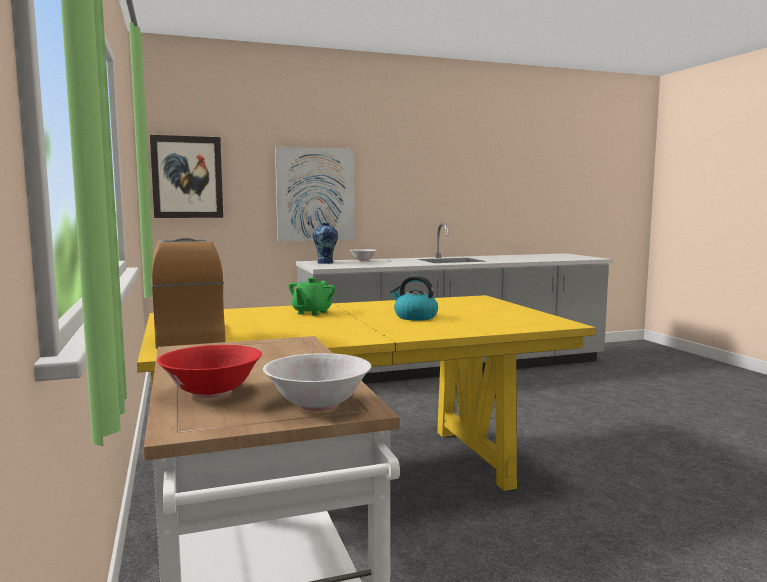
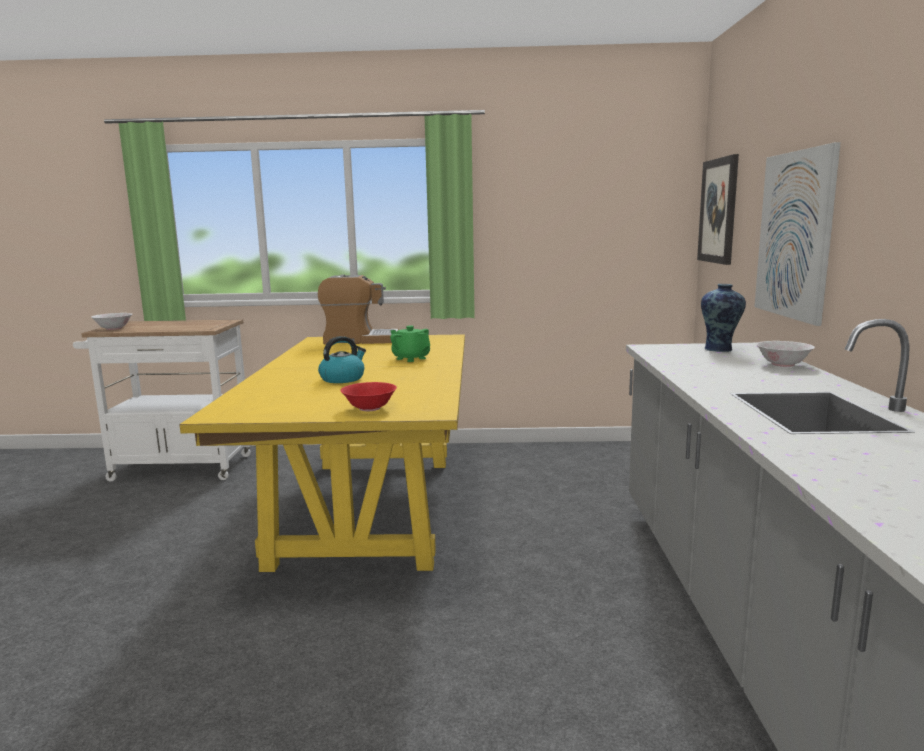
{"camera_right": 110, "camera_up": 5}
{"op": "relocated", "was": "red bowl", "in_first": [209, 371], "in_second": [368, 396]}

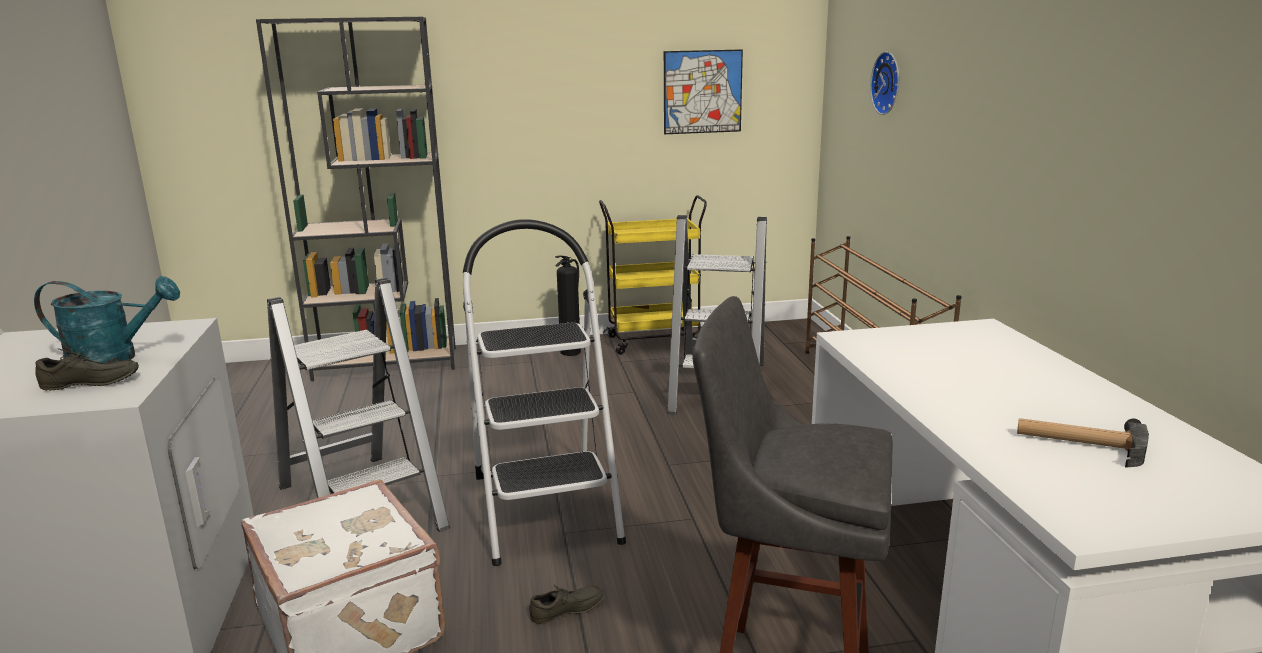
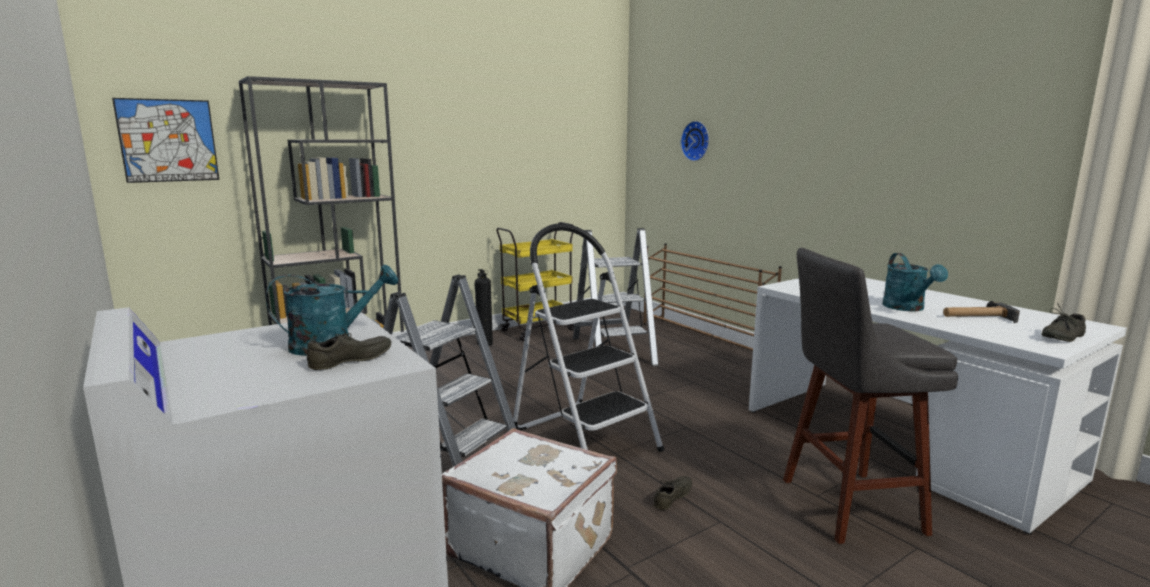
{"camera_right": -25, "camera_up": -5}
{"op": "appeared", "now": "turquoise watering can", "in_second": [915, 282]}
{"op": "appeared", "now": "grey shoe", "in_second": [1064, 322]}
{"op": "relocated", "was": "picture", "in_first": [703, 91], "in_second": [165, 140]}

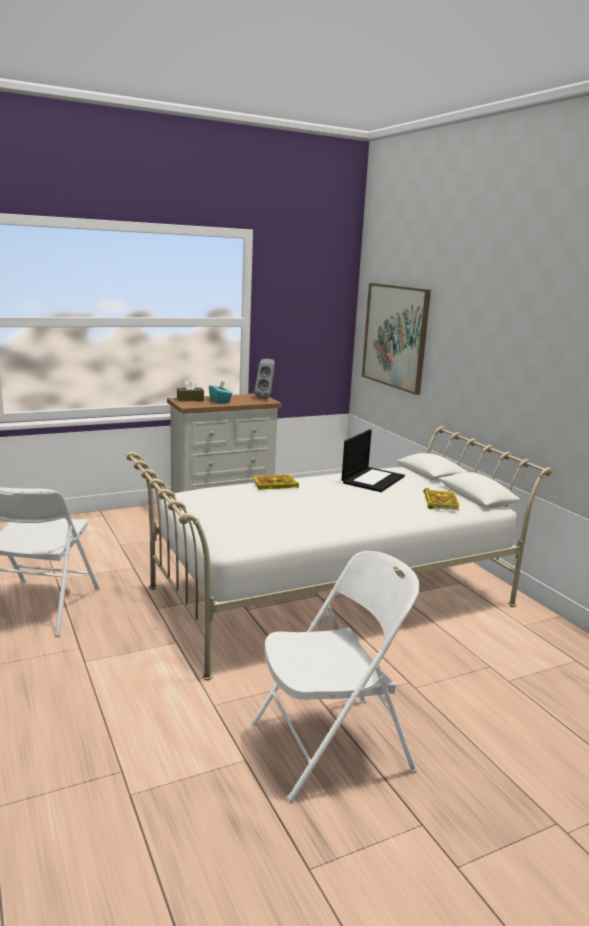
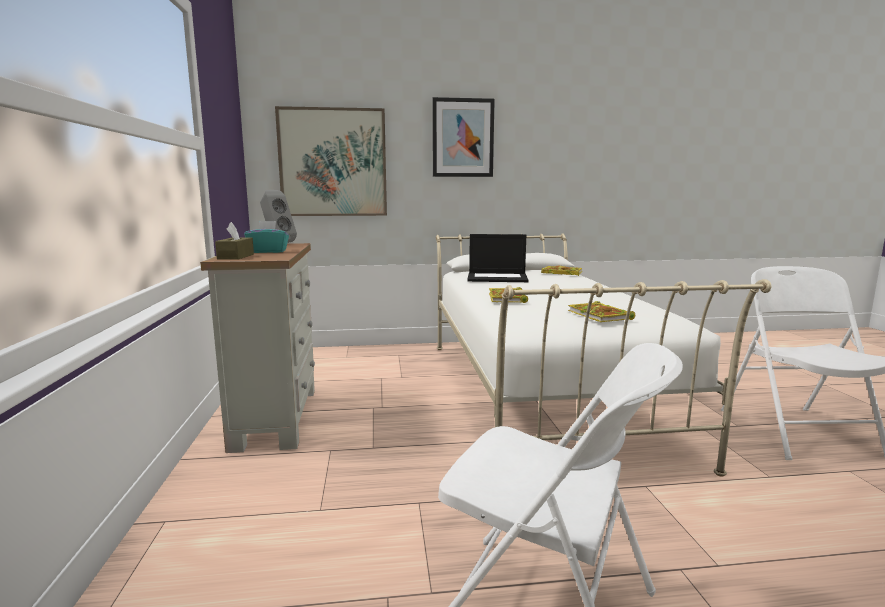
{"camera_right": -70, "camera_up": -5}
{"op": "appeared", "now": "picture", "in_second": [463, 137]}
{"op": "appeared", "now": "book", "in_second": [601, 311]}
{"op": "spun", "was": "laptop", "in_first": [373, 460], "in_second": [498, 258], "clockwise": 135}

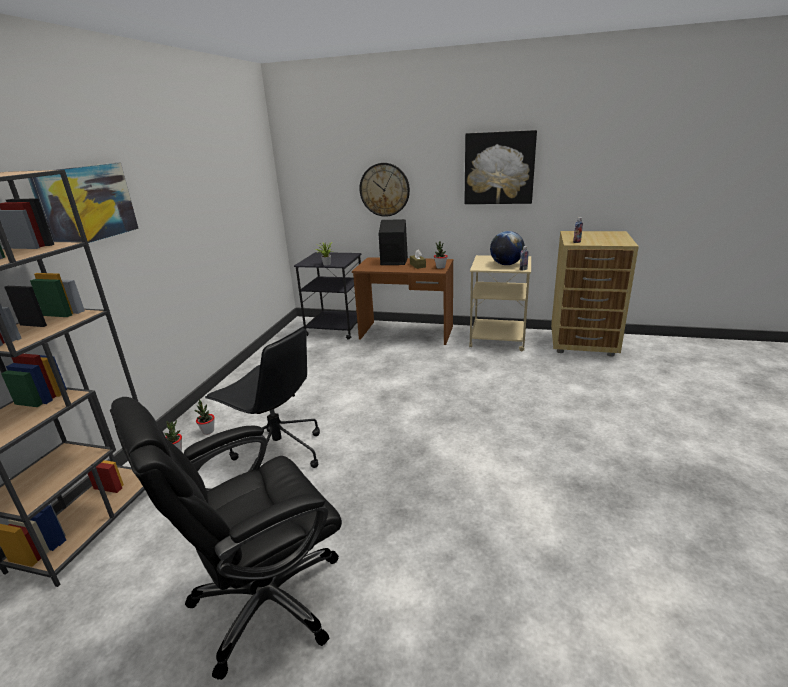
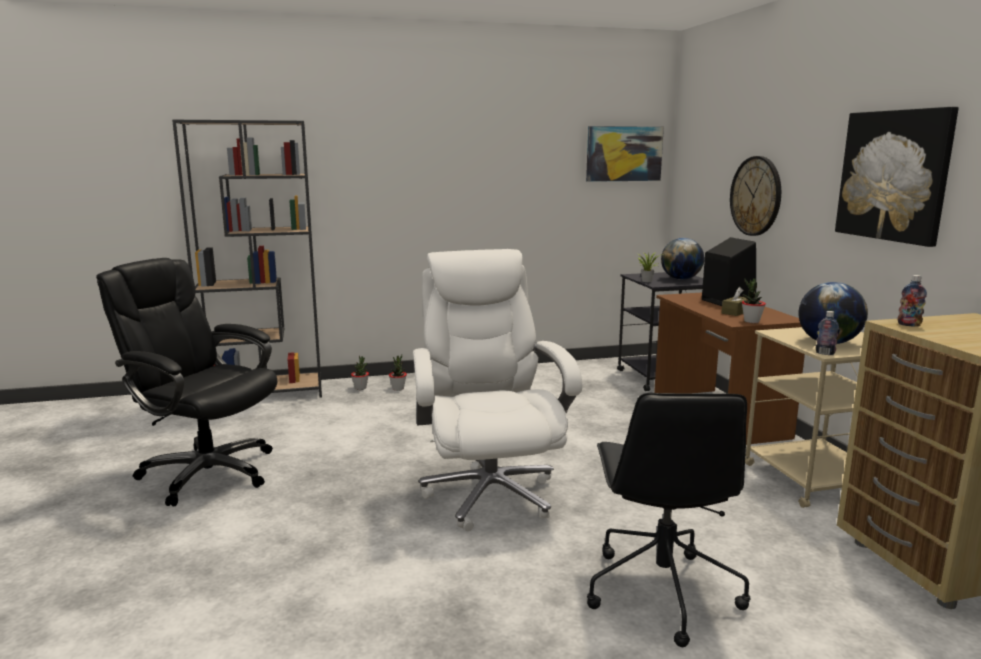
{"camera_right": 60, "camera_up": -10}
{"op": "appeared", "now": "white office chair", "in_second": [497, 390]}
{"op": "appeared", "now": "globe", "in_second": [682, 259]}
{"op": "relocated", "was": "picture", "in_first": [83, 203], "in_second": [625, 154]}
{"op": "relocated", "was": "black office chair", "in_first": [262, 397], "in_second": [669, 520]}

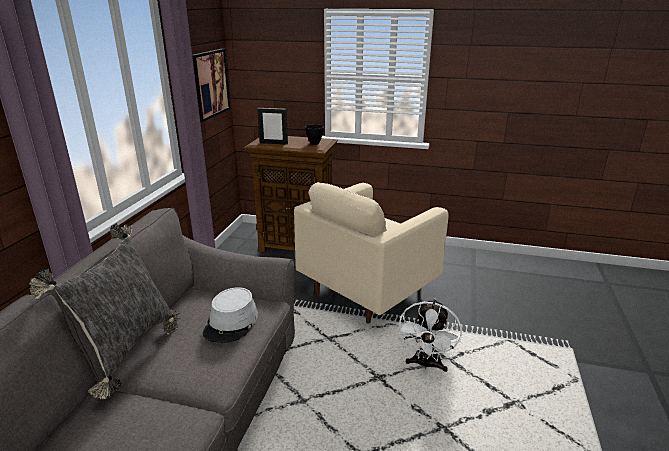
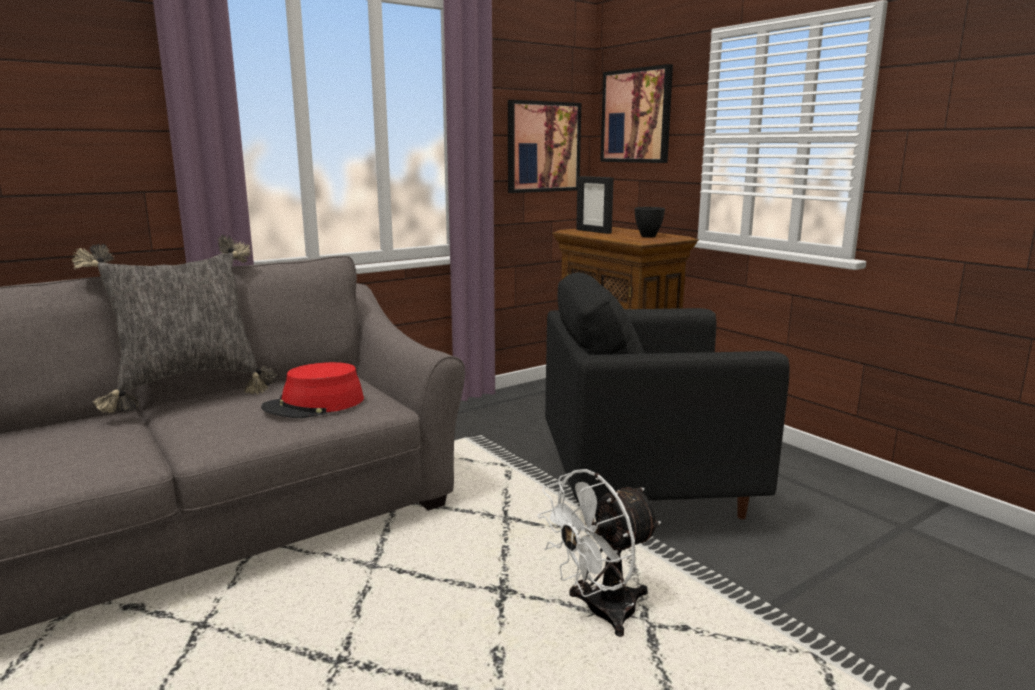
{"camera_right": 40, "camera_up": -10}
{"op": "appeared", "now": "picture", "in_second": [636, 113]}
{"op": "colour", "was": "grey hat", "now": "red hat", "in_first": [230, 315], "in_second": [312, 390]}
{"op": "colour", "was": "beige armchair", "now": "black armchair", "in_first": [371, 252], "in_second": [667, 398]}

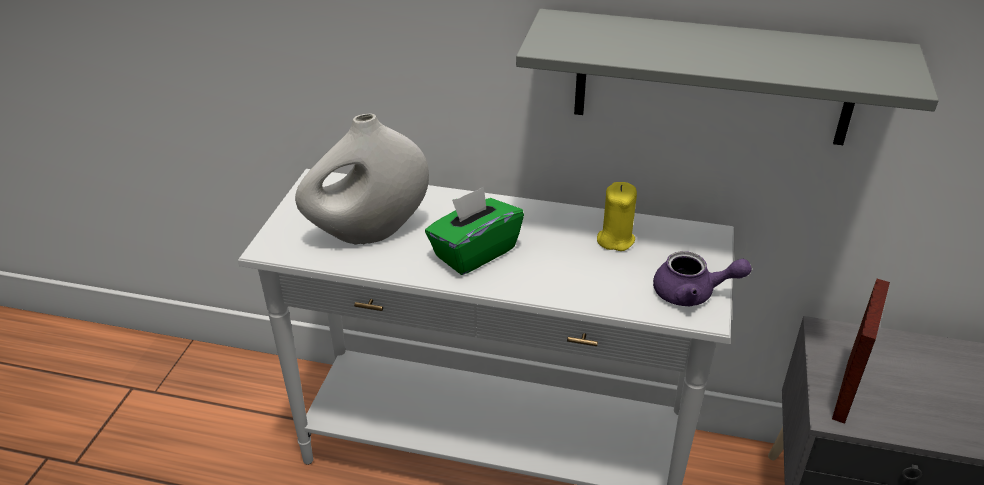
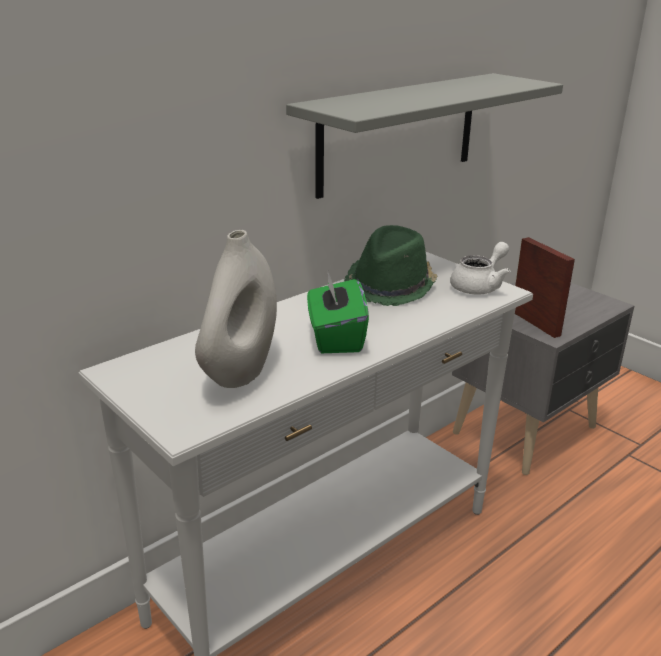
{"camera_right": -55, "camera_up": -10}
{"op": "exchanged", "was": "yellow candle", "now": "green hat", "in_first": [617, 216], "in_second": [390, 265]}
{"op": "colour", "was": "purple teapot", "now": "white teapot", "in_first": [702, 278], "in_second": [480, 268]}

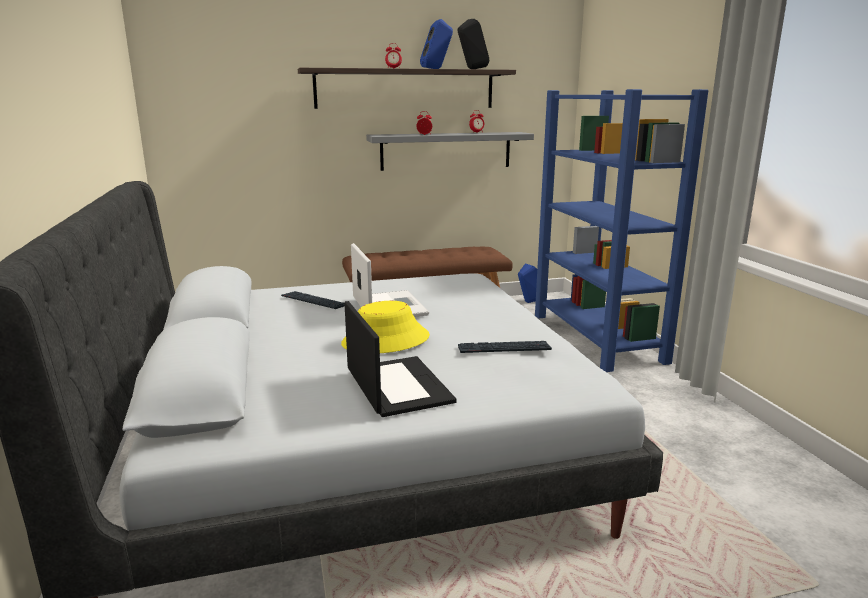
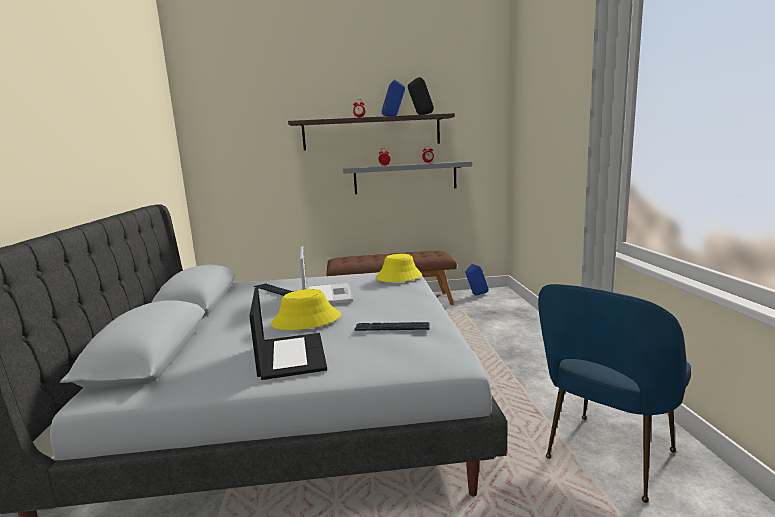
{"camera_right": 10, "camera_up": -5}
{"op": "missing", "was": "blue bookcase", "in_first": [622, 230]}
{"op": "appeared", "now": "yellow hat", "in_second": [399, 268]}
{"op": "appeared", "now": "blue chair", "in_second": [614, 393]}

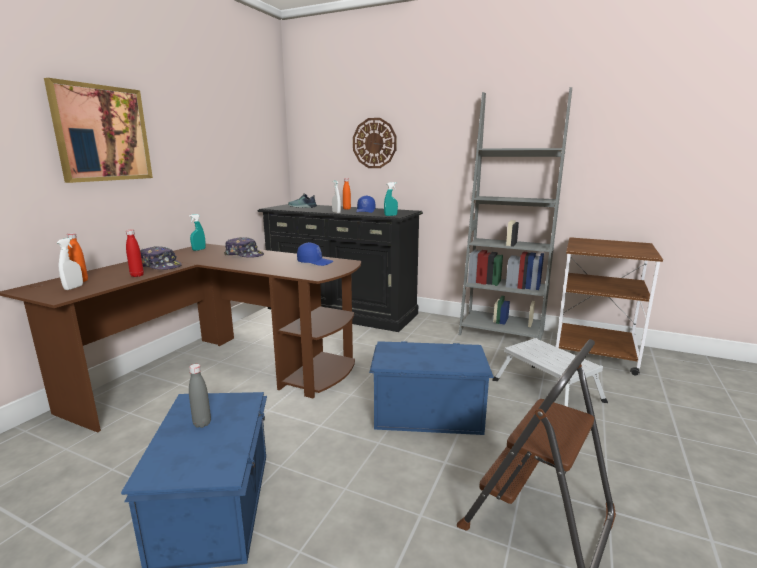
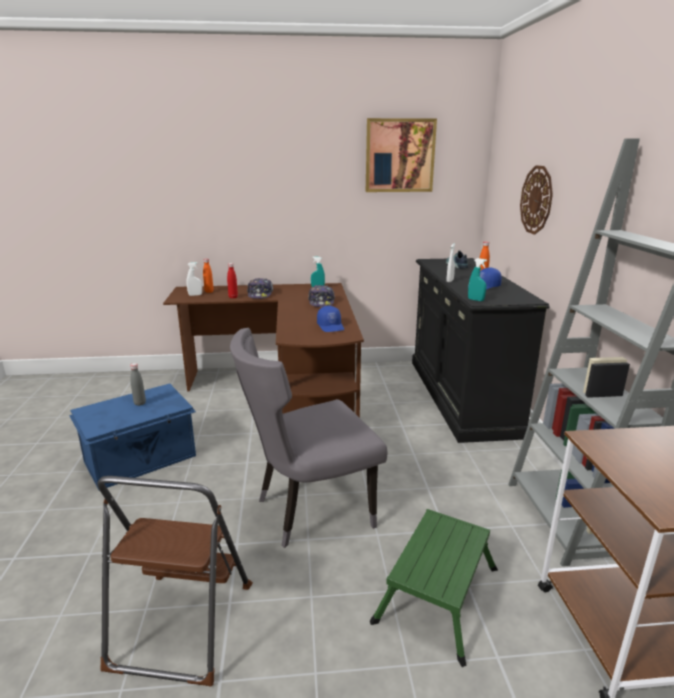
{"camera_right": 60, "camera_up": 5}
{"op": "relocated", "was": "picture", "in_first": [98, 130], "in_second": [401, 155]}
{"op": "exchanged", "was": "blue storage box", "now": "grey chair", "in_first": [431, 388], "in_second": [308, 438]}
{"op": "colour", "was": "white step ladder", "now": "green step ladder", "in_first": [550, 372], "in_second": [434, 588]}

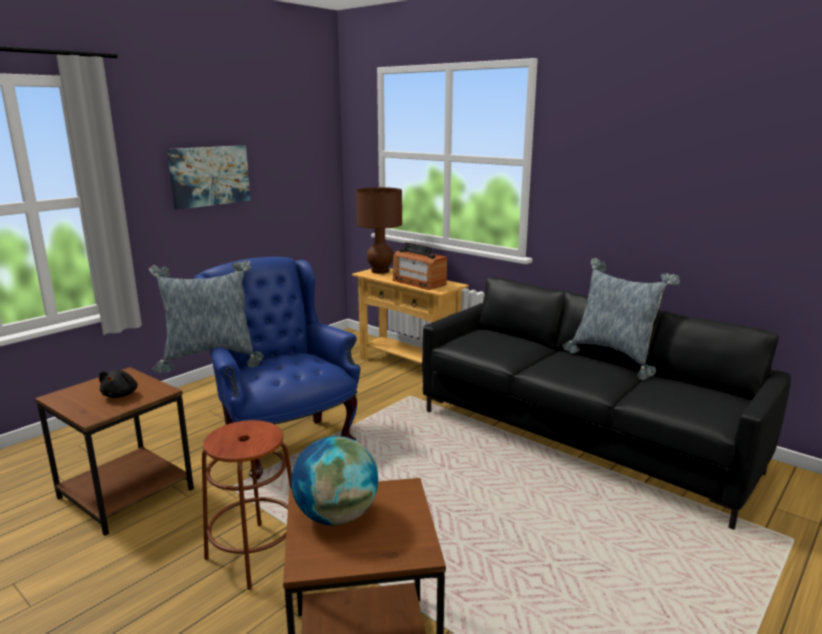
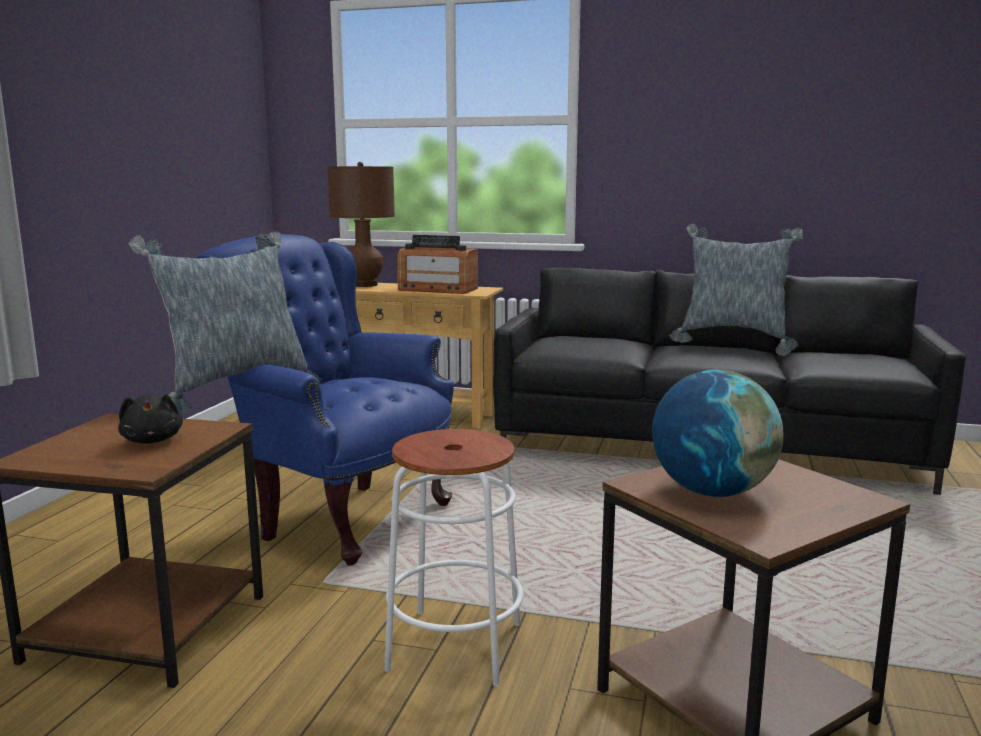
{"camera_right": -25, "camera_up": -5}
{"op": "missing", "was": "picture", "in_first": [209, 177]}
{"op": "colour", "was": "brown stool", "now": "white stool", "in_first": [247, 505], "in_second": [454, 558]}

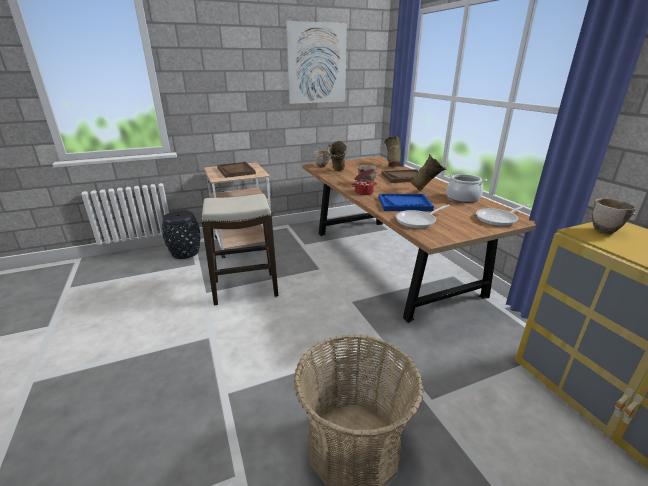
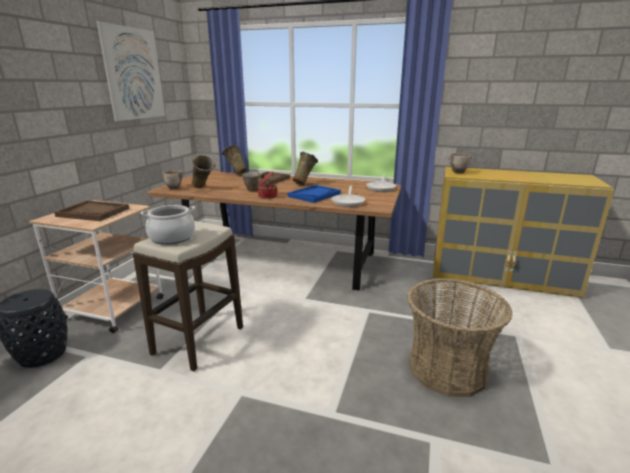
{"camera_right": -50, "camera_up": -5}
{"op": "relocated", "was": "cooking pot", "in_first": [466, 188], "in_second": [168, 225]}

